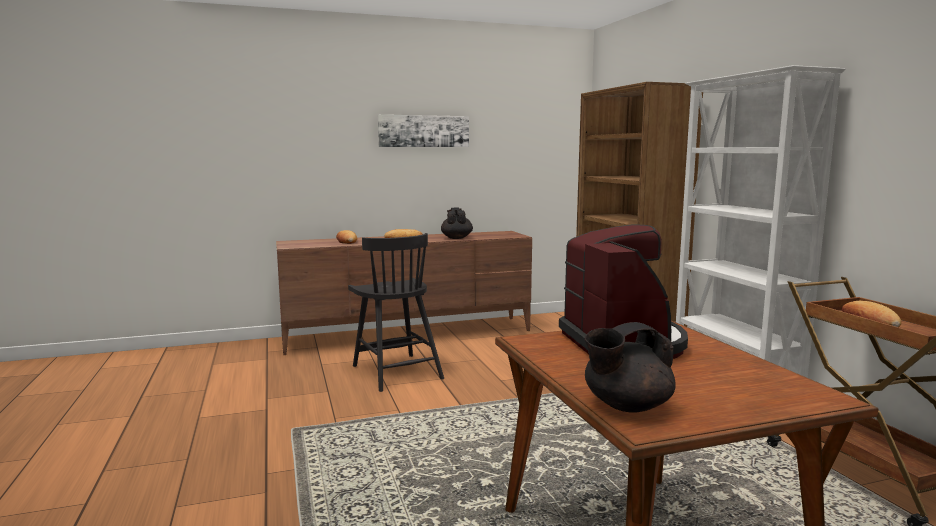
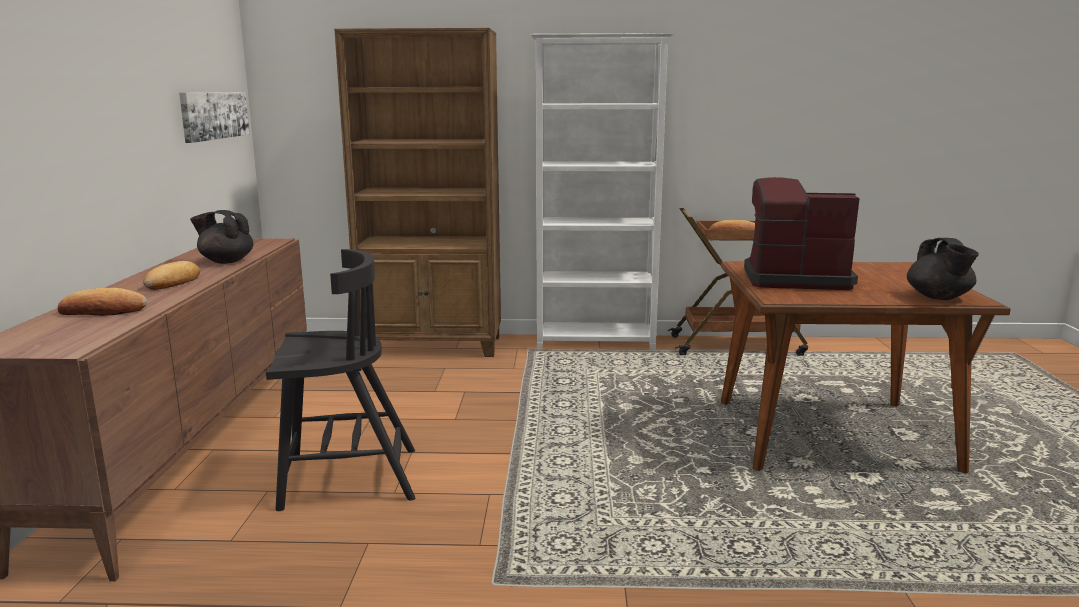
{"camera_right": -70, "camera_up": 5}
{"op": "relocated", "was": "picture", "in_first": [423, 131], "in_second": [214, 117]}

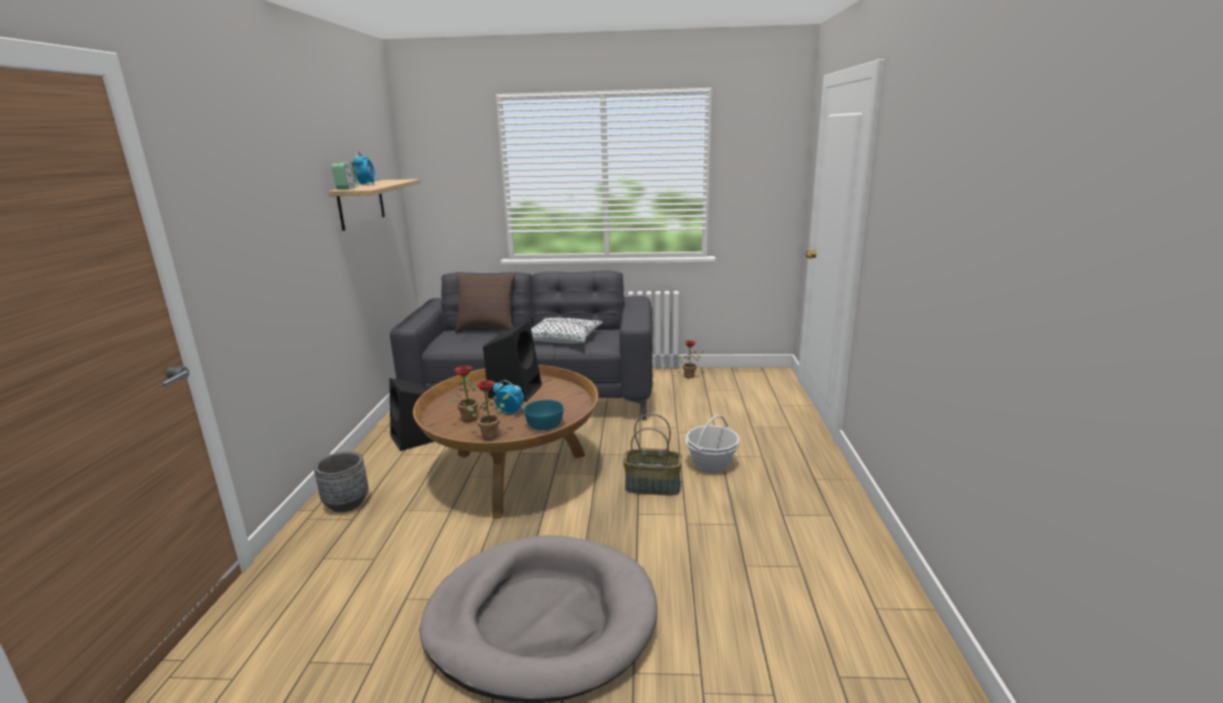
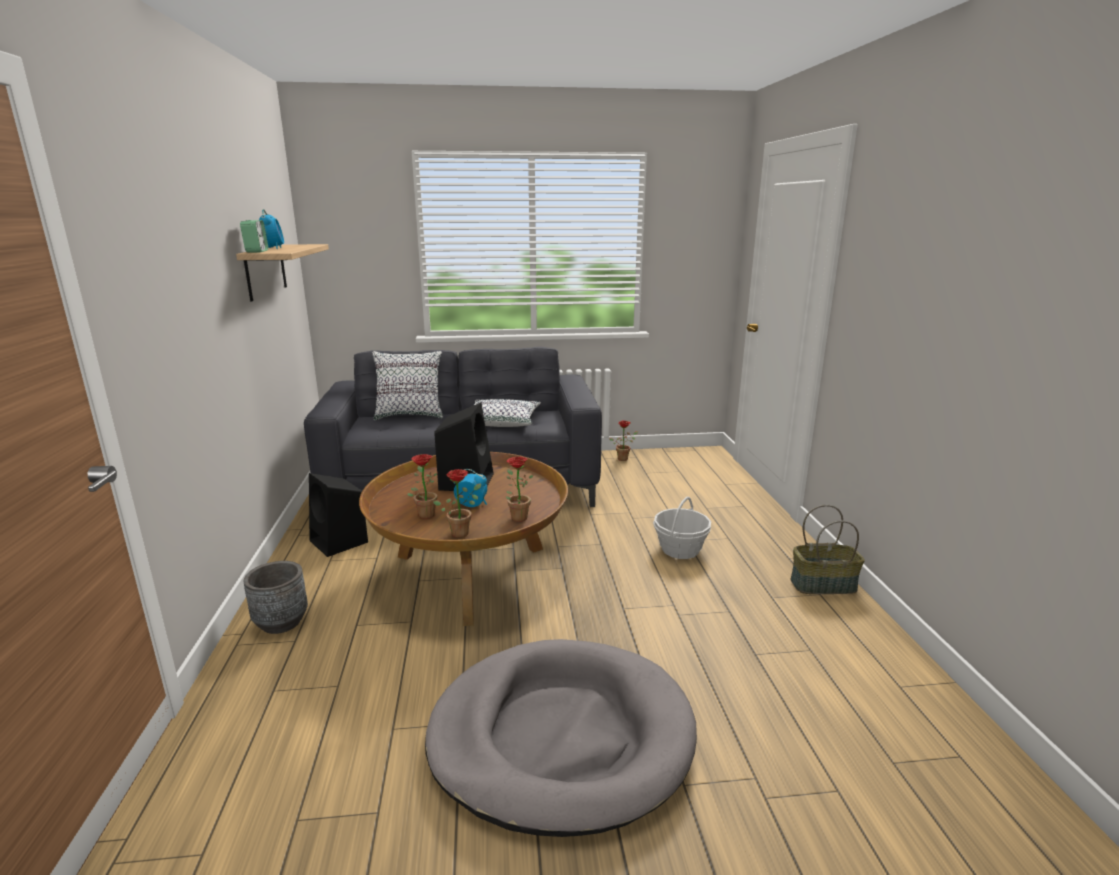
{"camera_right": -10, "camera_up": 0}
{"op": "relocated", "was": "basket", "in_first": [652, 454], "in_second": [828, 549]}
{"op": "exchanged", "was": "turquoise bowl", "now": "potted plant", "in_first": [544, 415], "in_second": [520, 489]}
{"op": "colour", "was": "brown pillow", "now": "white pillow", "in_first": [485, 303], "in_second": [407, 385]}

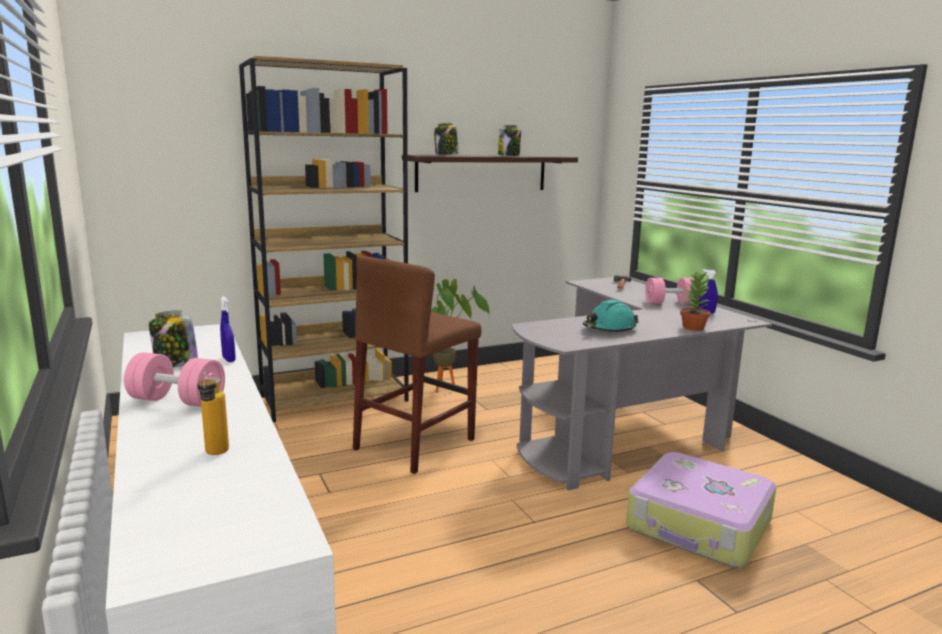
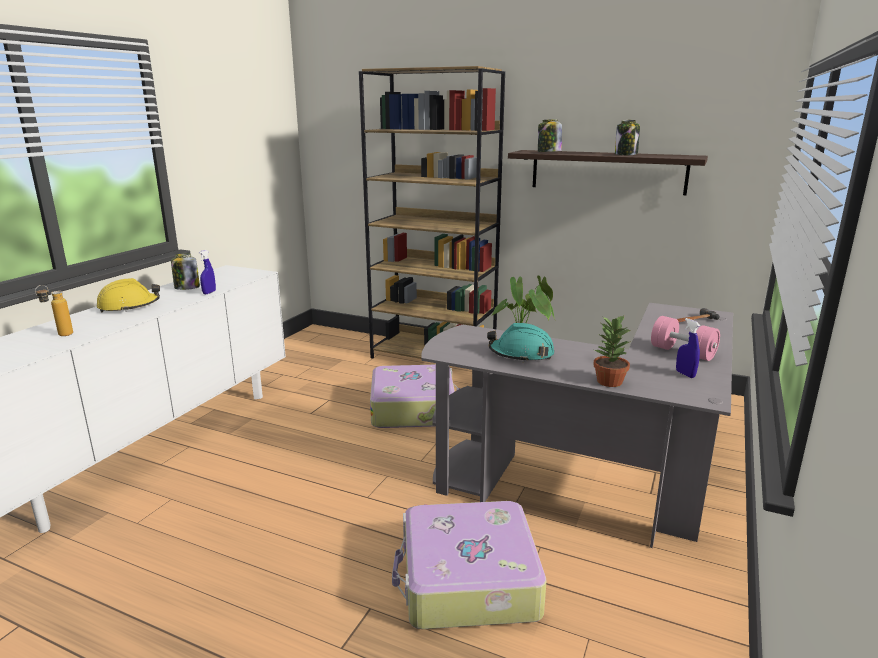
{"camera_right": 50, "camera_up": 5}
{"op": "exchanged", "was": "pink dumbbell", "now": "yellow hard hat", "in_first": [174, 379], "in_second": [128, 295]}
{"op": "exchanged", "was": "brown stool", "now": "suitcase", "in_first": [417, 365], "in_second": [415, 396]}

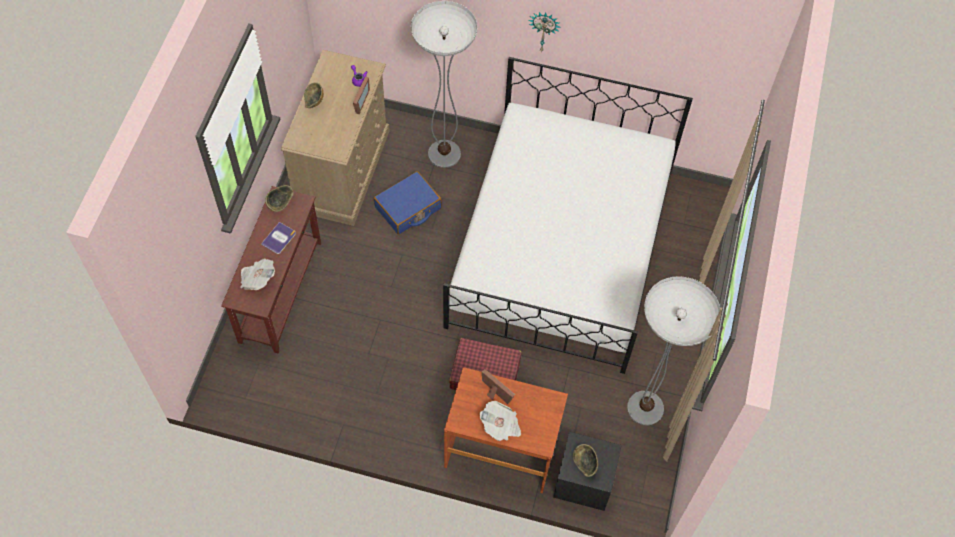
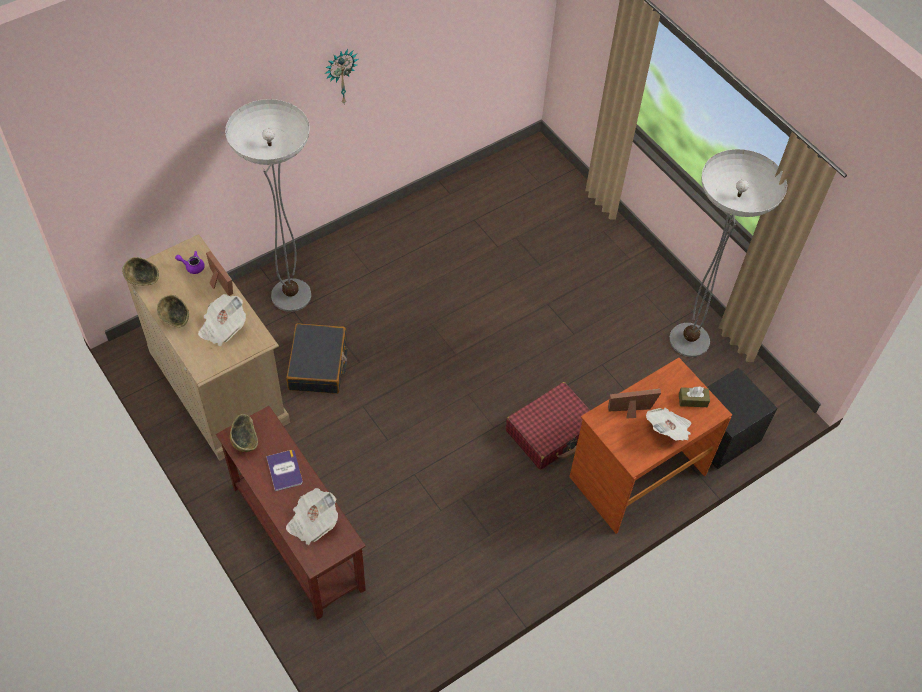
{"camera_right": -50, "camera_up": -5}
{"op": "missing", "was": "white bed", "in_first": [568, 215]}
{"op": "appeared", "now": "newspaper", "in_second": [222, 320]}
{"op": "appeared", "now": "brown tissue box", "in_second": [694, 396]}
{"op": "relocated", "was": "bowl", "in_first": [585, 460], "in_second": [141, 271]}
{"op": "colour", "was": "blue suitcase", "now": "black suitcase", "in_first": [408, 202], "in_second": [316, 358]}

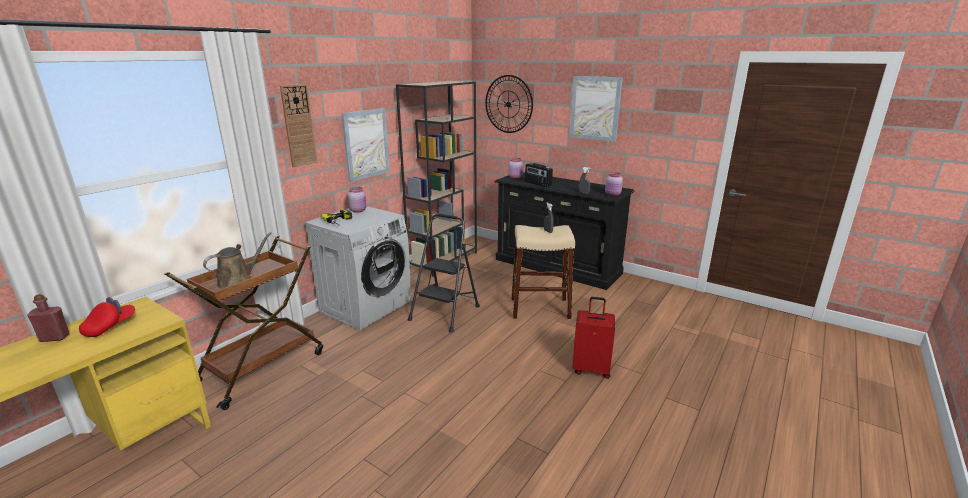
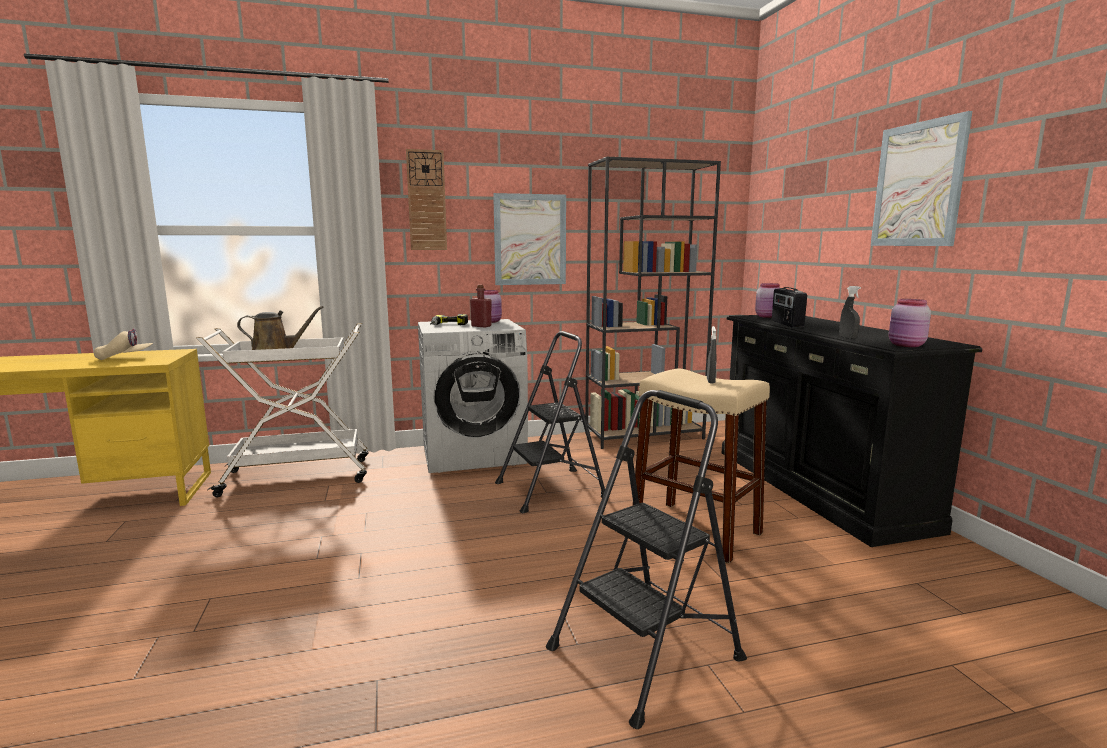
{"camera_right": 40, "camera_up": -10}
{"op": "missing", "was": "wall clock", "in_first": [509, 104]}
{"op": "relocated", "was": "red bottle", "in_first": [48, 318], "in_second": [481, 306]}
{"op": "exchanged", "was": "red suitcase", "now": "black step ladder", "in_first": [593, 338], "in_second": [646, 559]}
{"op": "colour", "was": "red cap", "now": "beige cap", "in_first": [107, 317], "in_second": [123, 344]}
{"op": "colour", "was": "brown cart", "now": "white cart", "in_first": [243, 323], "in_second": [282, 410]}

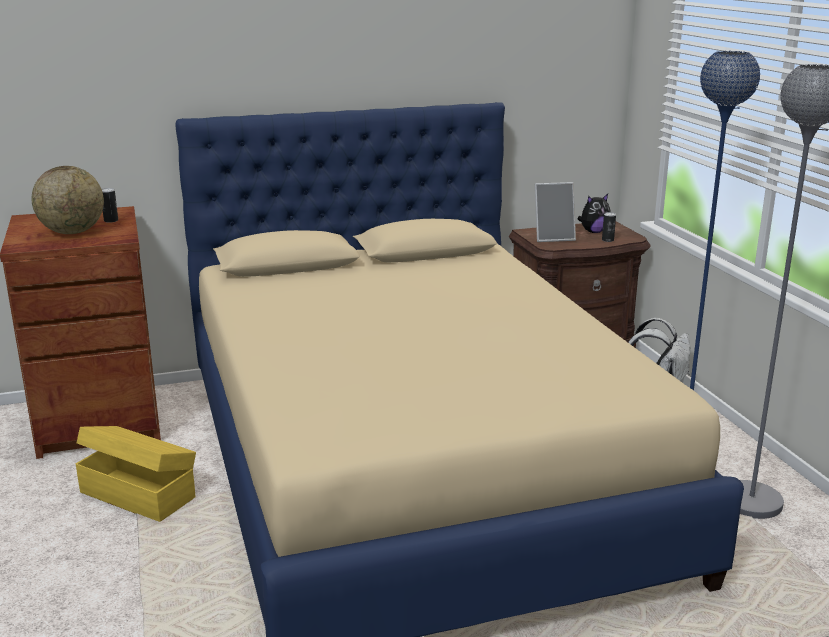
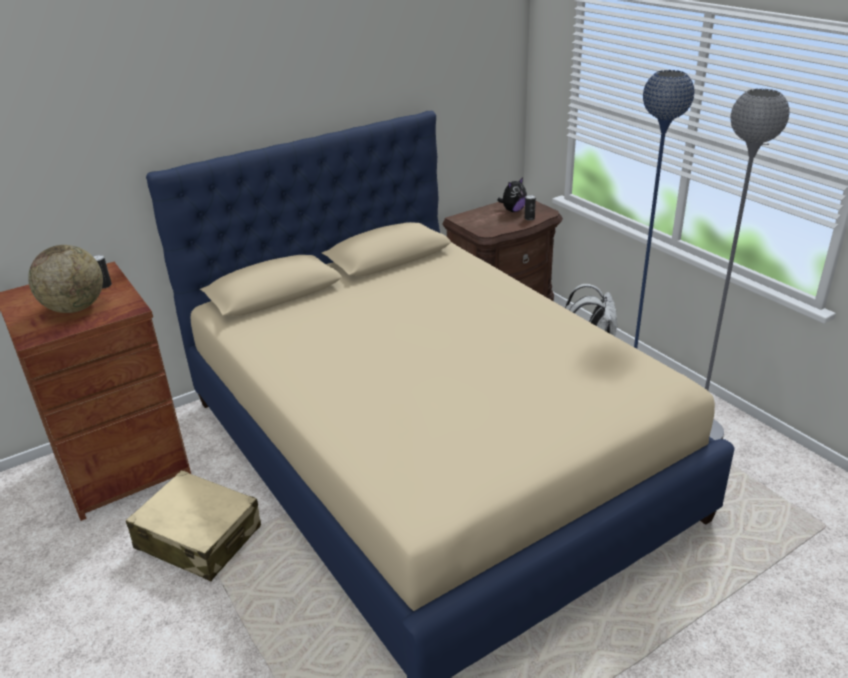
{"camera_right": -15, "camera_up": 10}
{"op": "missing", "was": "picture frame", "in_first": [555, 212]}
{"op": "exchanged", "was": "yellow storage box", "now": "beige suitcase", "in_first": [136, 474], "in_second": [193, 525]}

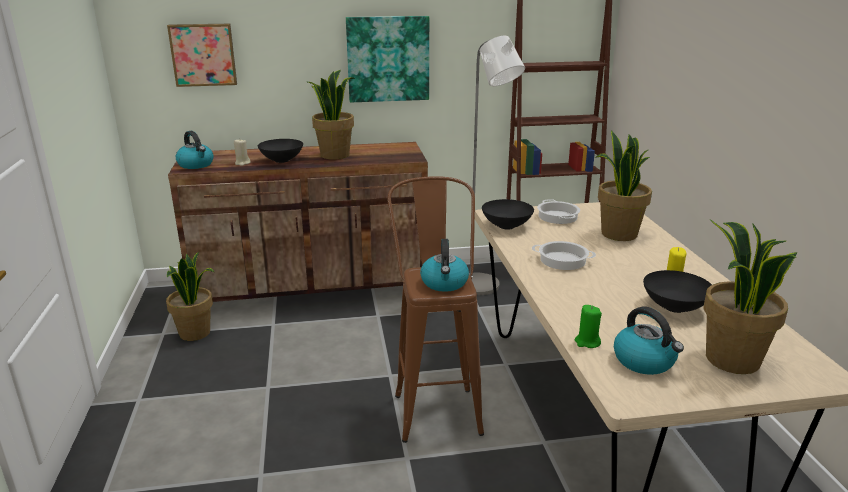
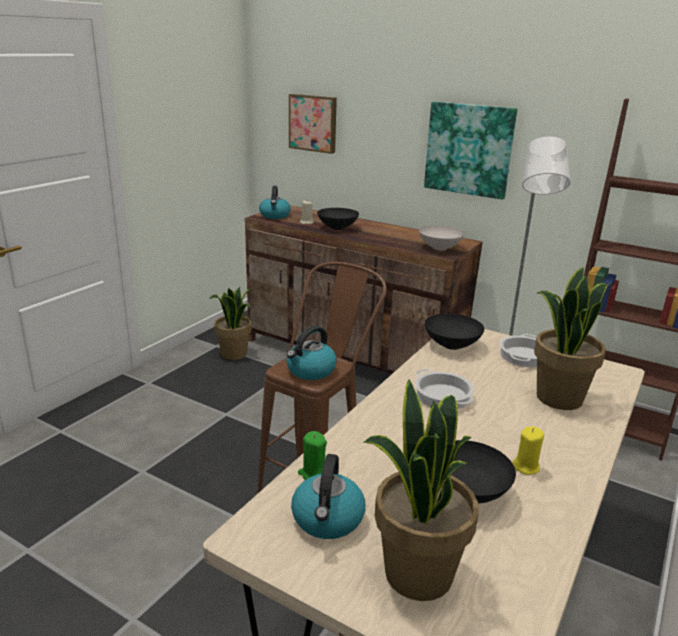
{"camera_right": 40, "camera_up": 0}
{"op": "missing", "was": "potted plant", "in_first": [331, 115]}
{"op": "appeared", "now": "white bowl", "in_second": [442, 238]}

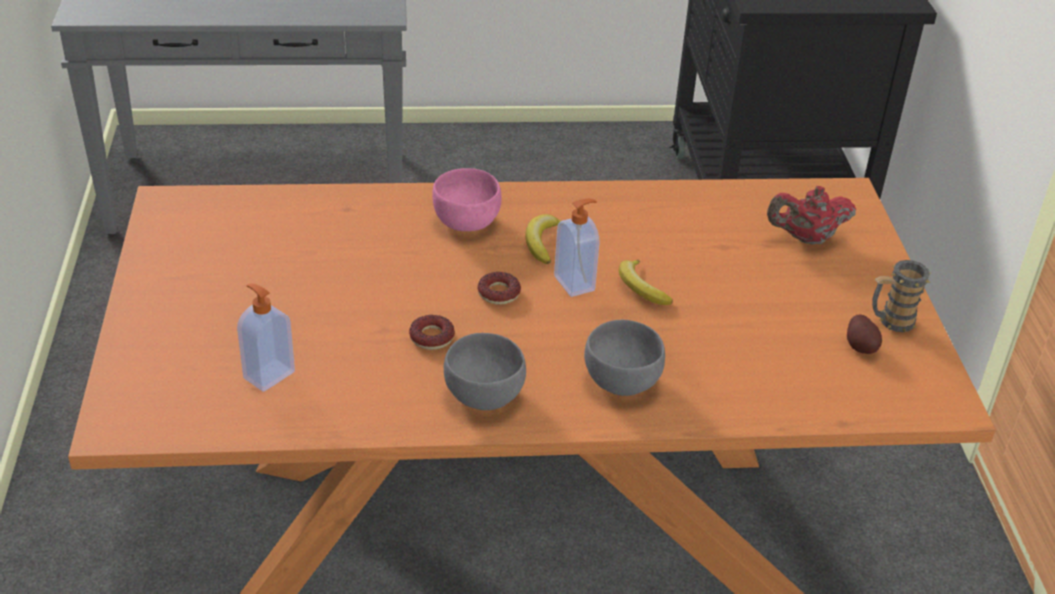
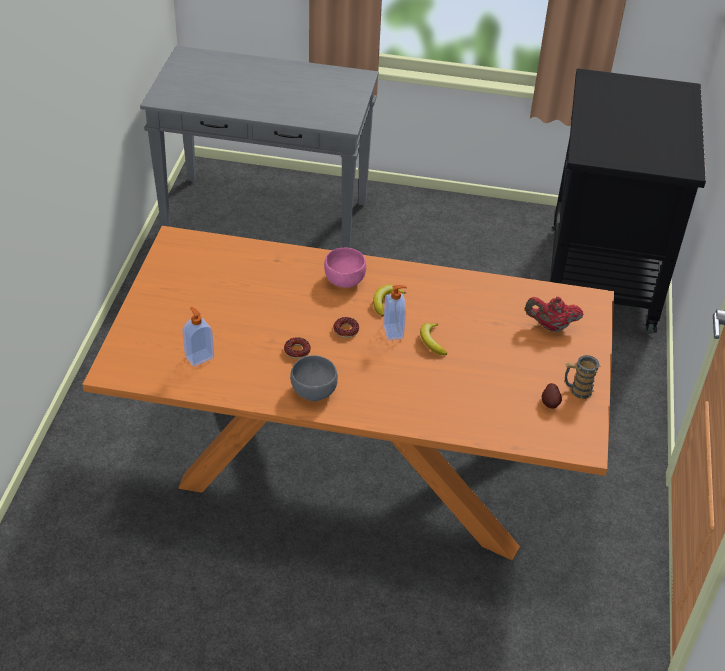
{"camera_right": 15, "camera_up": 5}
{"op": "missing", "was": "grey bowl", "in_first": [624, 358]}

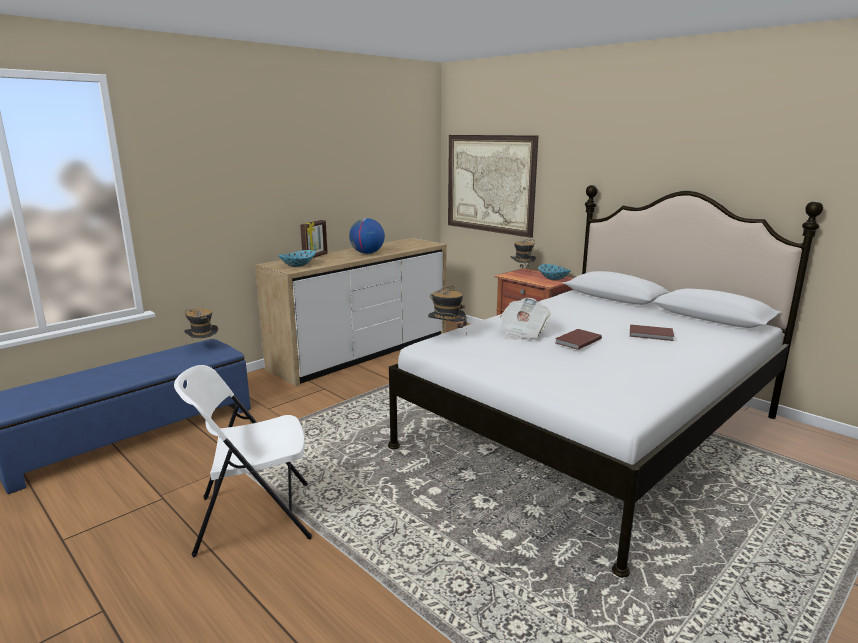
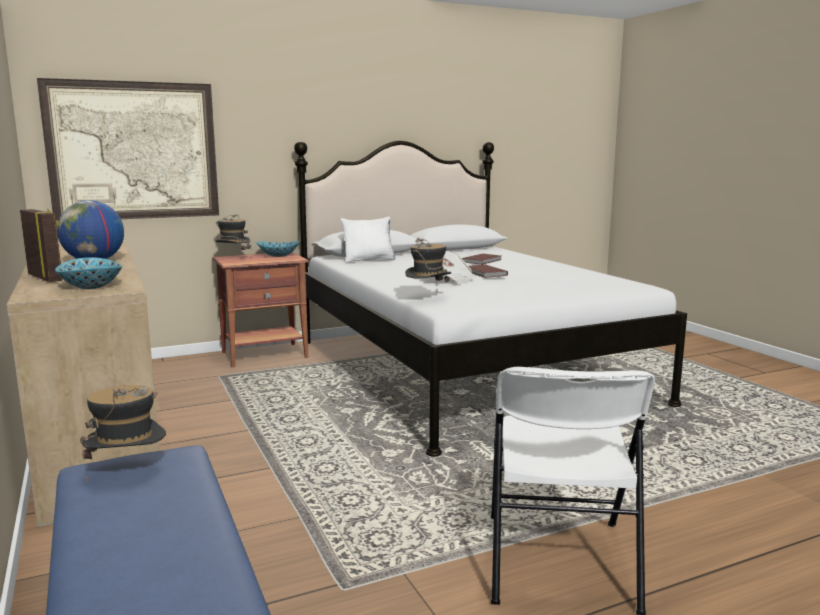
{"camera_right": -70, "camera_up": -5}
{"op": "appeared", "now": "white pillow", "in_second": [368, 239]}

